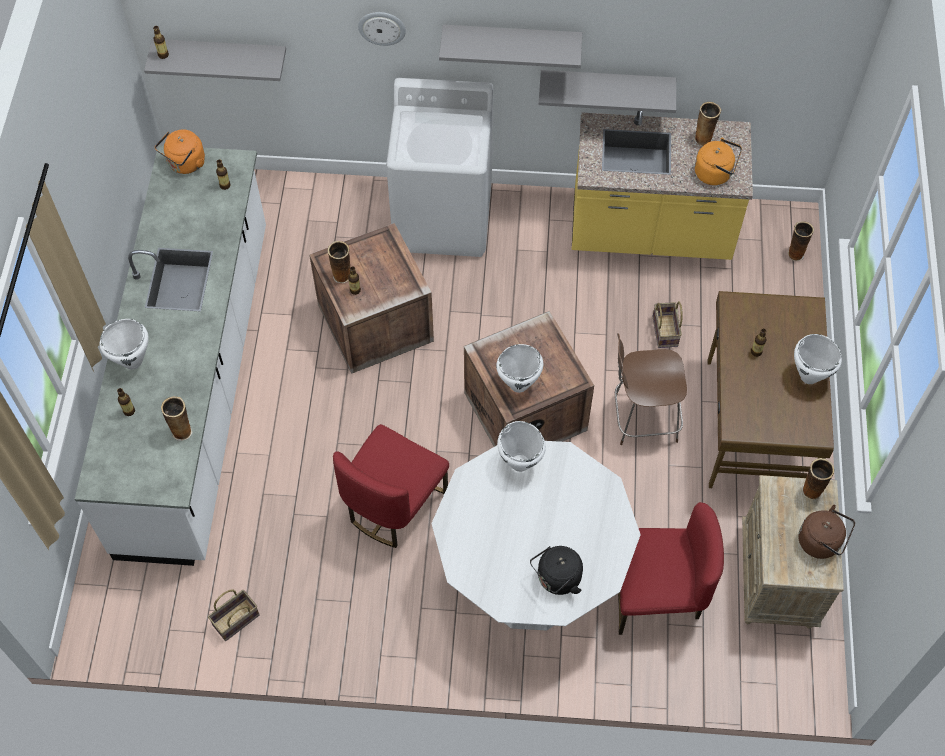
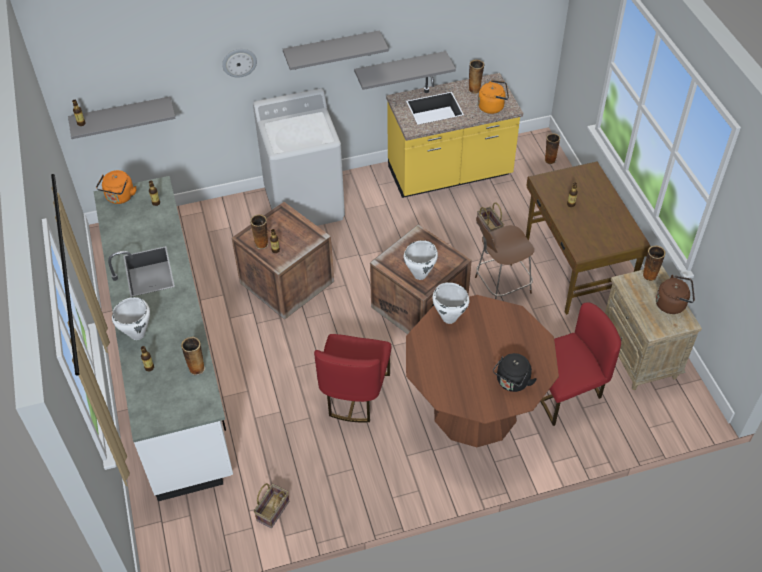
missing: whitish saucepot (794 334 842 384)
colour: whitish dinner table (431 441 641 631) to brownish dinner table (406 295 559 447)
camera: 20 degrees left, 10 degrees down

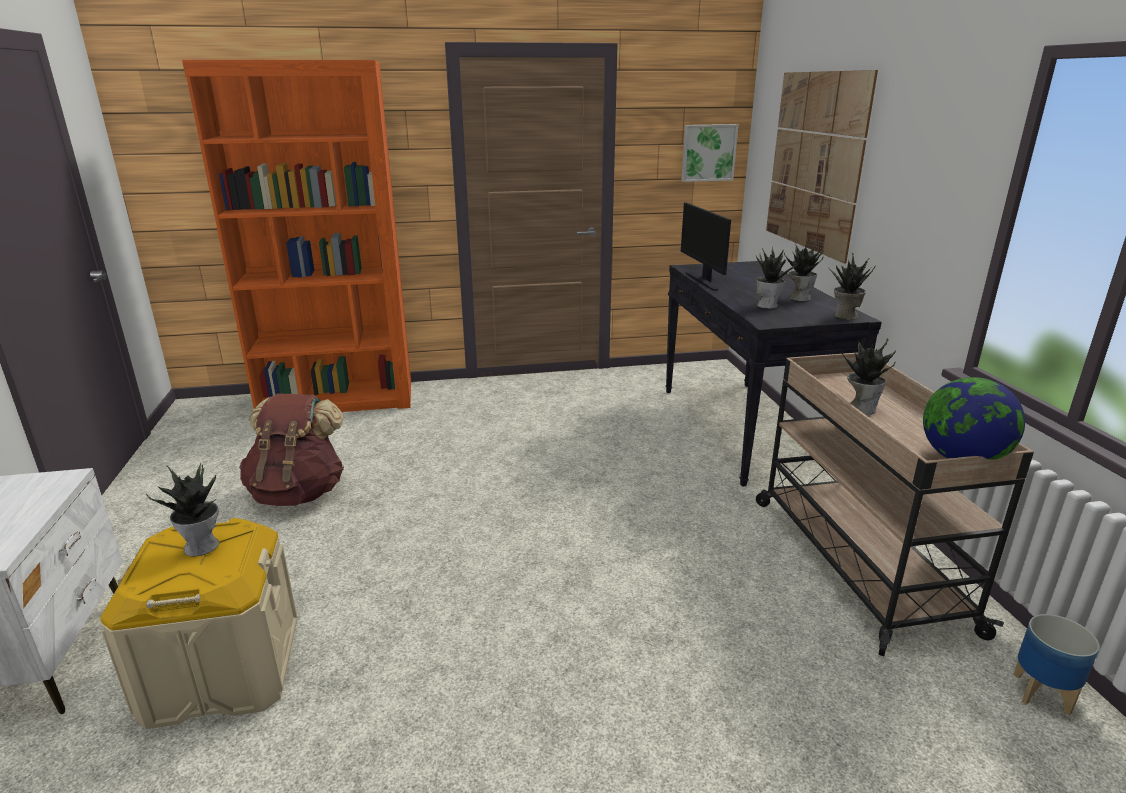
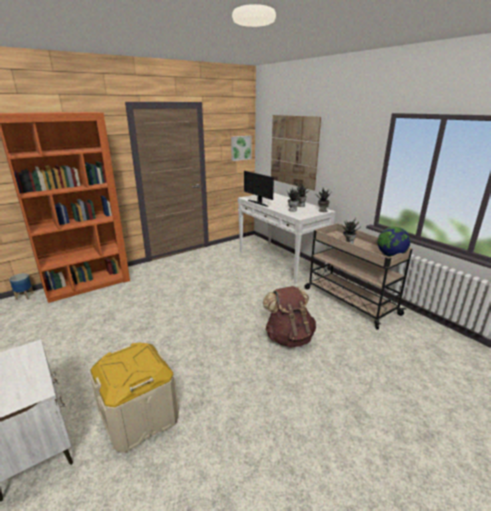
missing: plant in a pot (146 461 219 556)
relocated: planter (1013 614 1100 715) to (9 273 34 300); brownish knapsack (239 393 344 506) to (263 286 316 348)
colour: blackish console table (665 261 882 487) to whitish console table (238 193 336 284)
camera: 25 degrees left, 0 degrees up

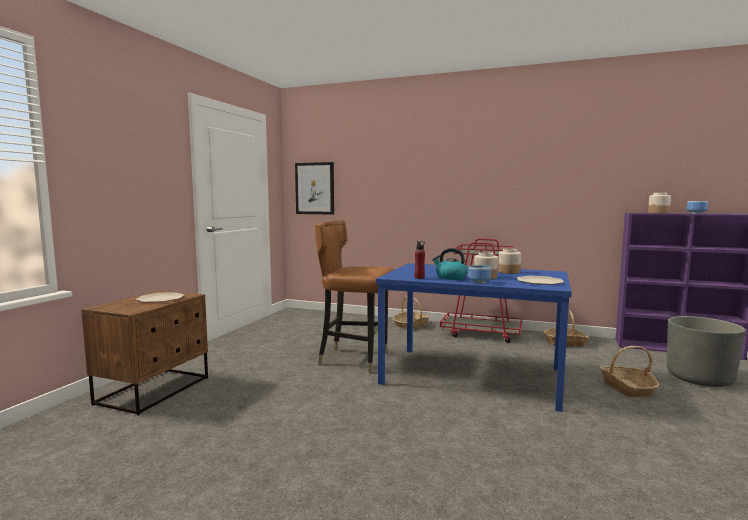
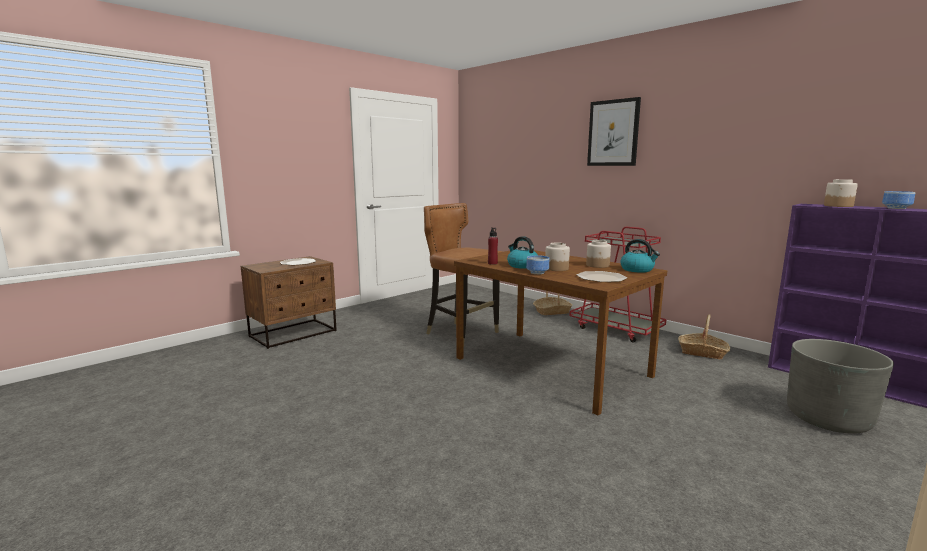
missing: basket (600 346 659 397)
appeared: tea kettle (620 239 660 273)
relocated: picture (295 162 334 215) to (587 97 641 166)
colour: bluish dinner table (376 263 572 412) to brownish dinner table (454 250 667 415)
camera: 25 degrees right, 5 degrees up

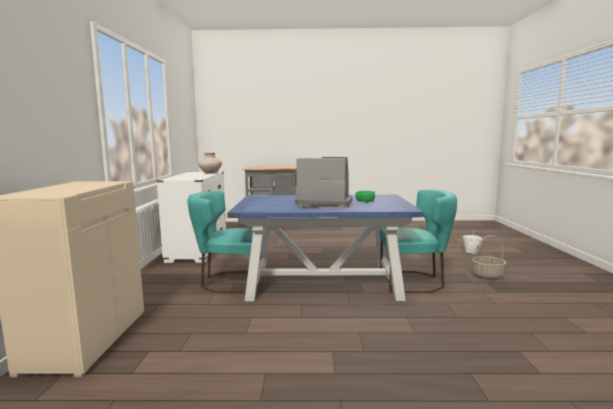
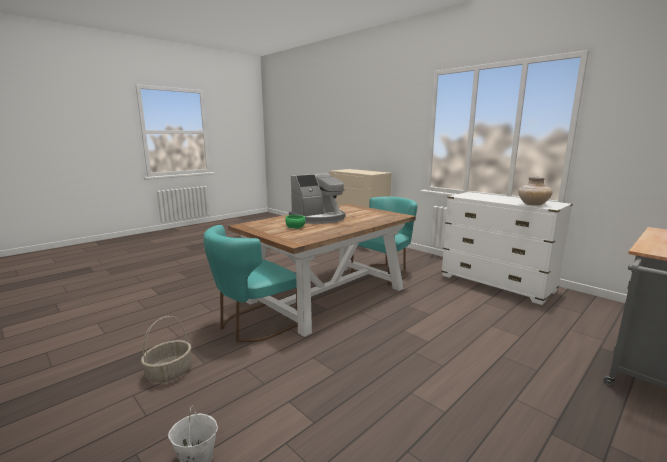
colour: bluish dinner table (227 194 424 301) to brownish dinner table (228 204 416 337)
camera: 135 degrees right, 5 degrees up

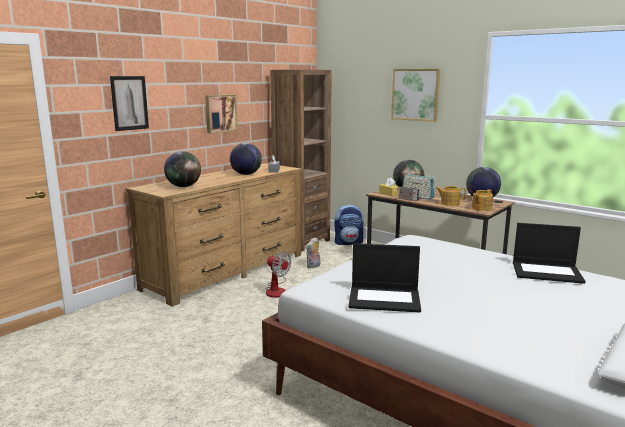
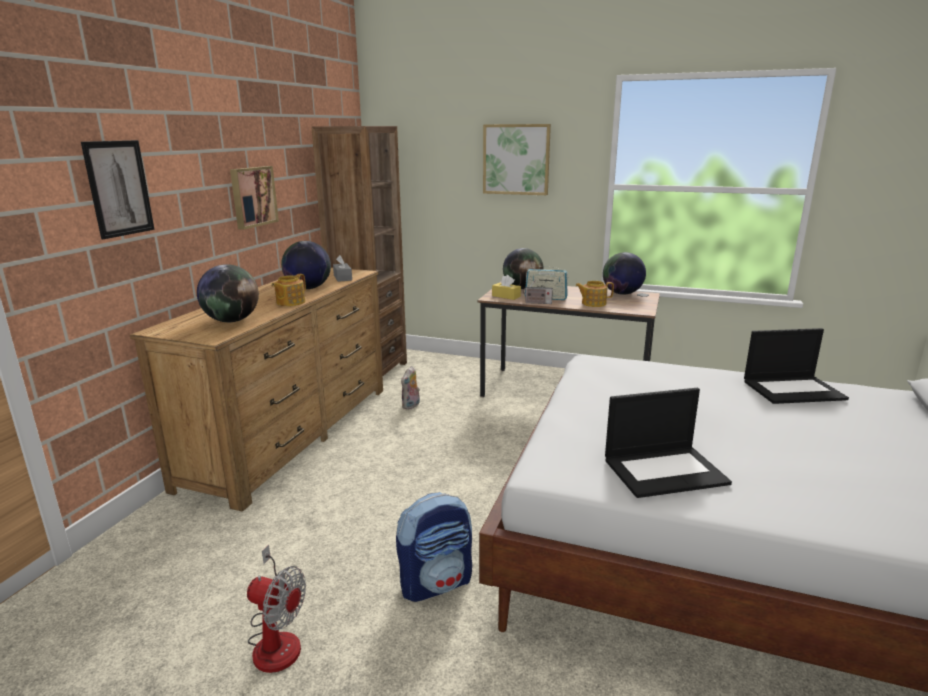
relocated: electric fan (265 252 291 298) to (247 545 306 673); teapot (472 189 493 211) to (271 274 306 306); knapsack (334 205 364 245) to (396 492 472 602)
camera: 20 degrees left, 5 degrees up

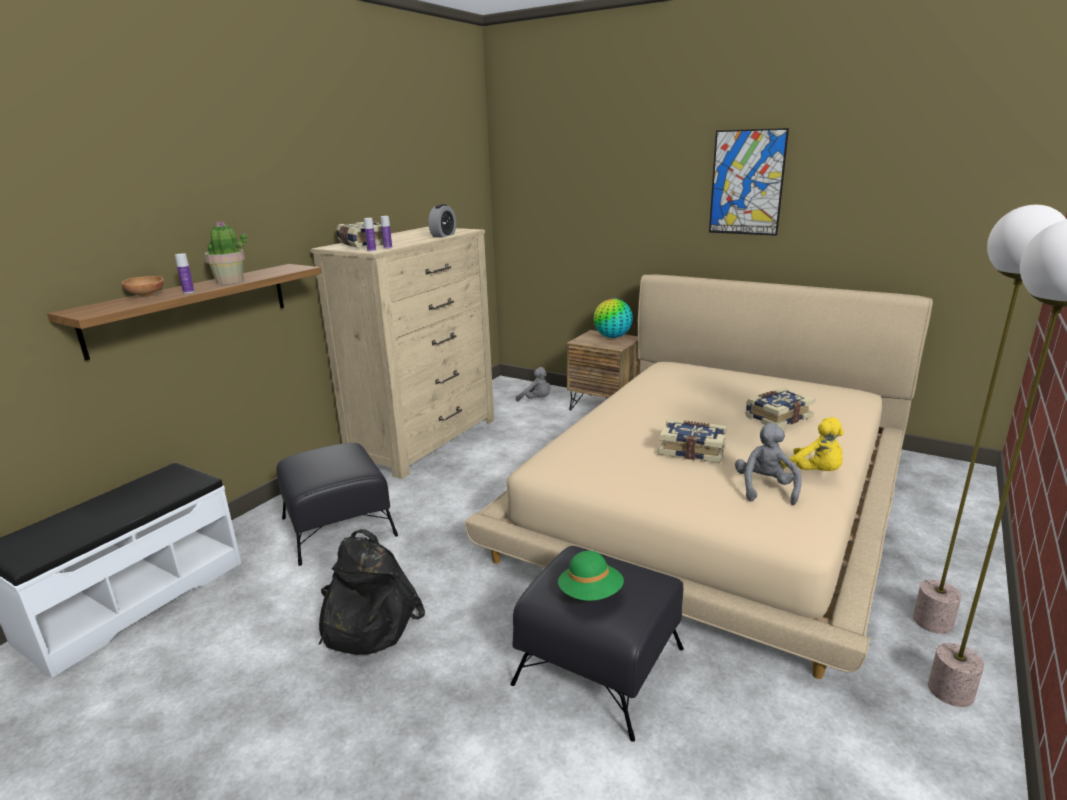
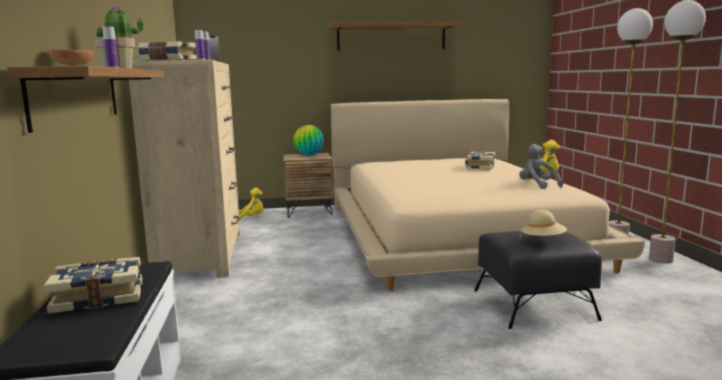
missing: blackish ottoman (276 443 398 566); blackish knapsack (319 529 425 655)
relocated: book (658 419 727 463) to (44 257 142 314)
exchanged: picture (709 128 789 236) to bracket shelf (328 22 462 51)
colour: gray plush toy (516 367 550 402) to yellow-coloured plush toy (239 188 264 221); green wearable hat (558 551 624 601) to sand-coloured wearable hat (520 210 567 237)
camera: 40 degrees left, 10 degrees down

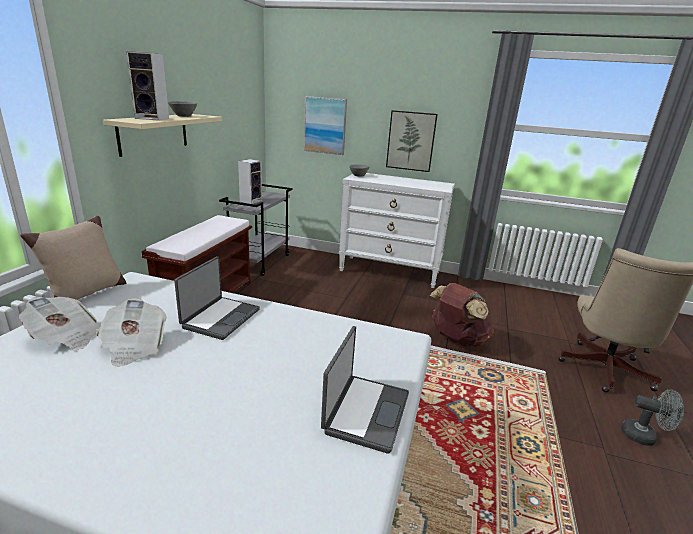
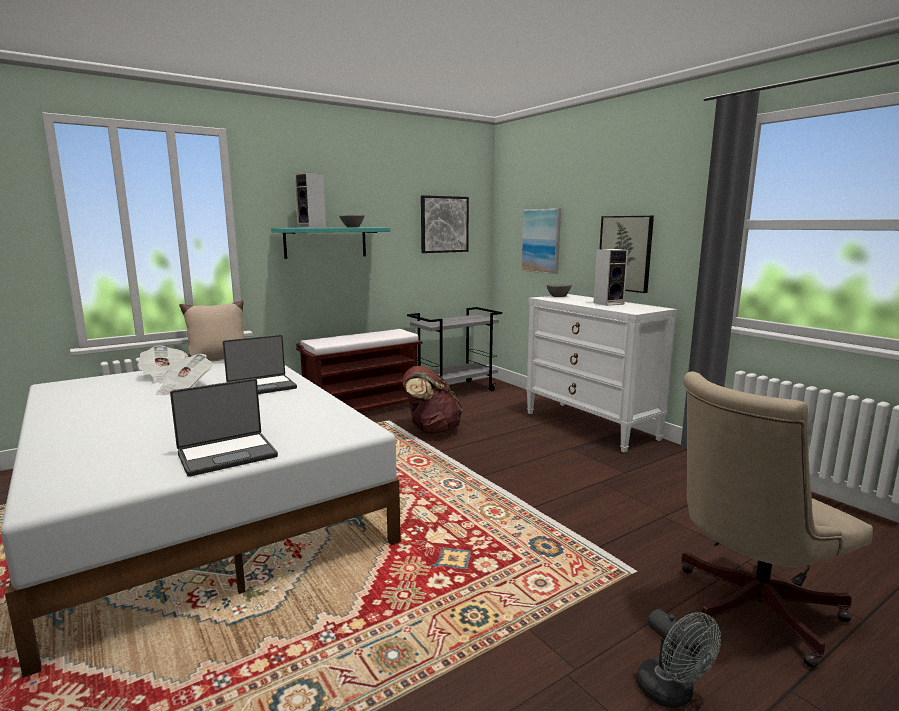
appeared: picture (421 195 469 253)
relocated: brownish knapsack (430 283 494 347) to (403 366 463 434); audio speaker (238 159 262 204) to (594 249 628 306)
colour: sand-coloured bracket shelf (103 114 222 157) to blue-green bracket shelf (271 228 390 259)
camera: 40 degrees right, 10 degrees down

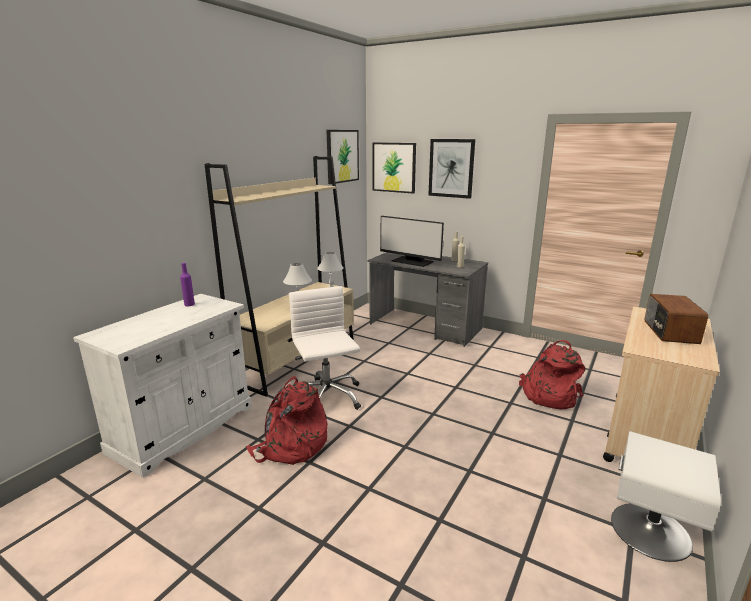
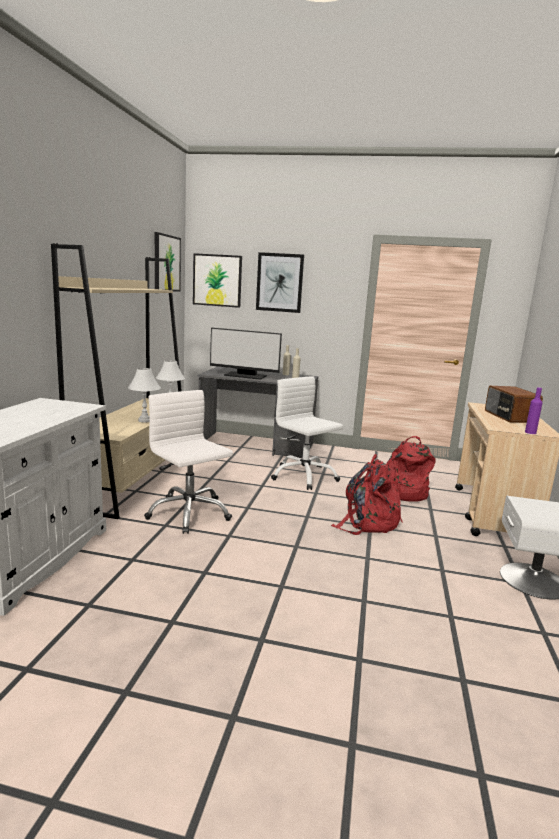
appeared: whitish office chair (271 376 343 490)
relocated: reddish knapsack (246 376 328 465) to (331 454 403 535); purple-coloured drink bottle (180 263 195 306) to (525 388 542 434)
camera: 20 degrees left, 5 degrees down

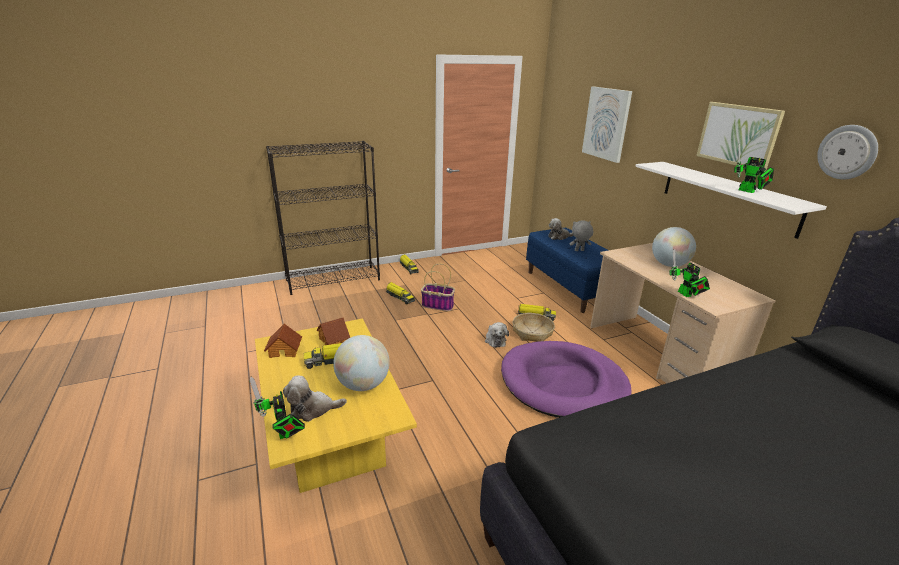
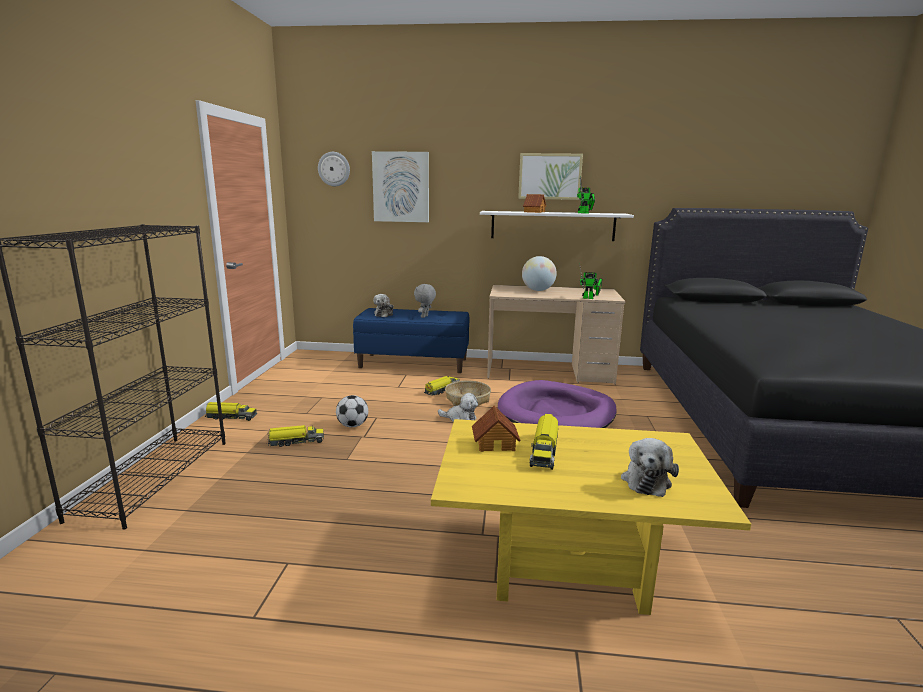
missing: model robot (249 377 305 439); world globe (333 335 390 391)
relocated: hanging clock (817 125 878 179) to (318 152 350 186); miniature house (264 323 302 358) to (523 194 546 213)
exchanged: basket (421 263 455 311) to football ball (336 395 368 427)
camera: 60 degrees left, 10 degrees down

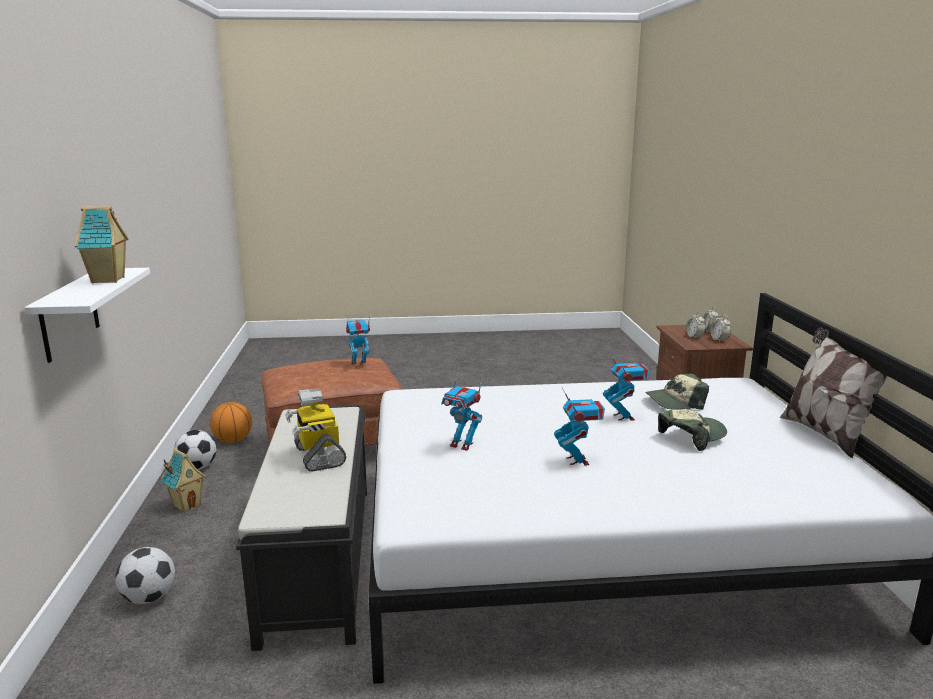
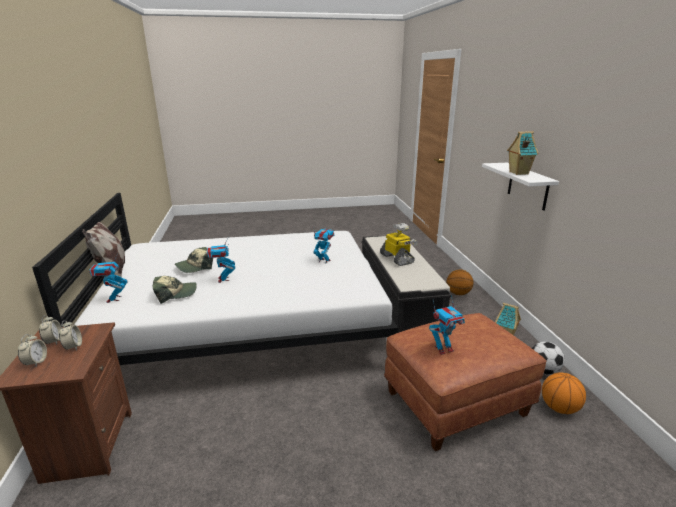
relocated: model robot (554 388 605 465) to (89 253 128 303)
exchanged: football ball (115 547 175 604) to ball for basketball (446 270 473 295)
camera: 175 degrees right, 5 degrees up

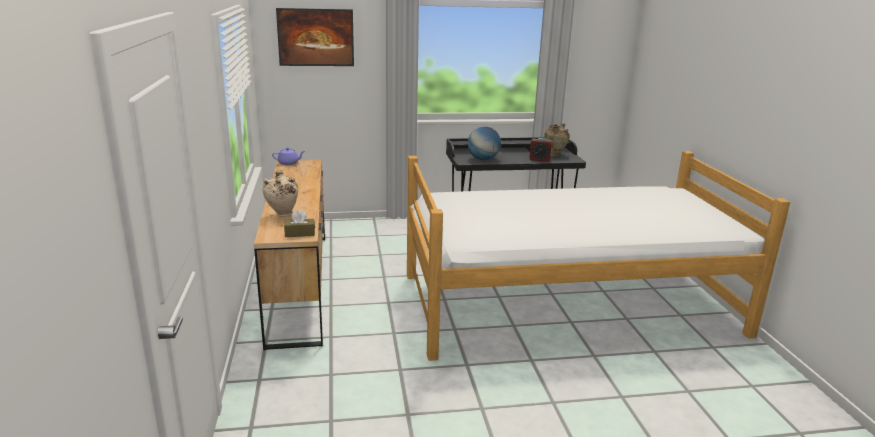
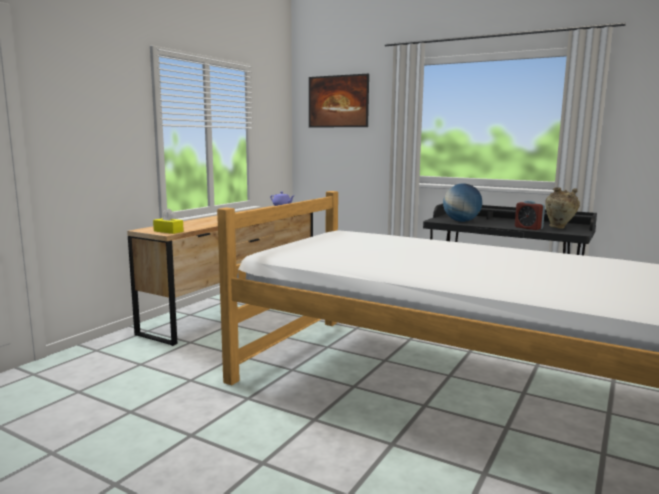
missing: sand-coloured flower vase (262 171 298 217)
colour: brownish box of tissues (284 210 315 237) to yellow-coloured box of tissues (153 209 184 234)
camera: 40 degrees right, 10 degrees down

